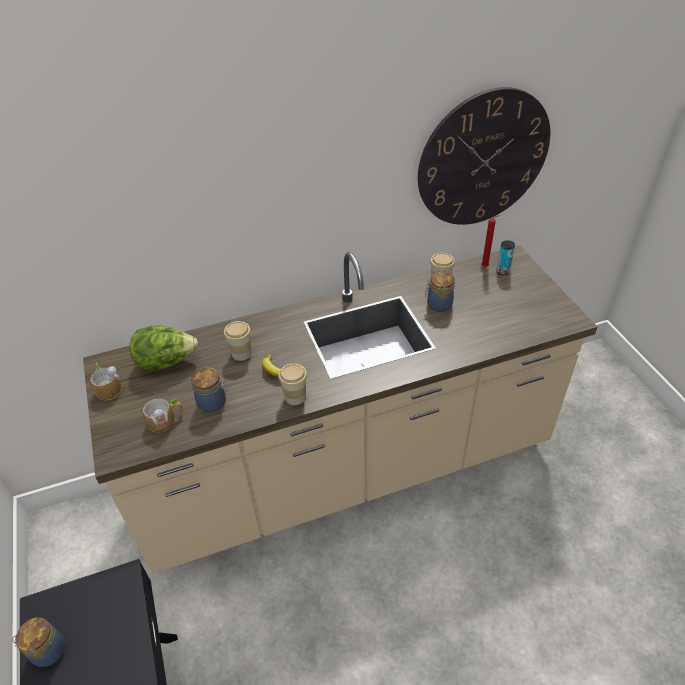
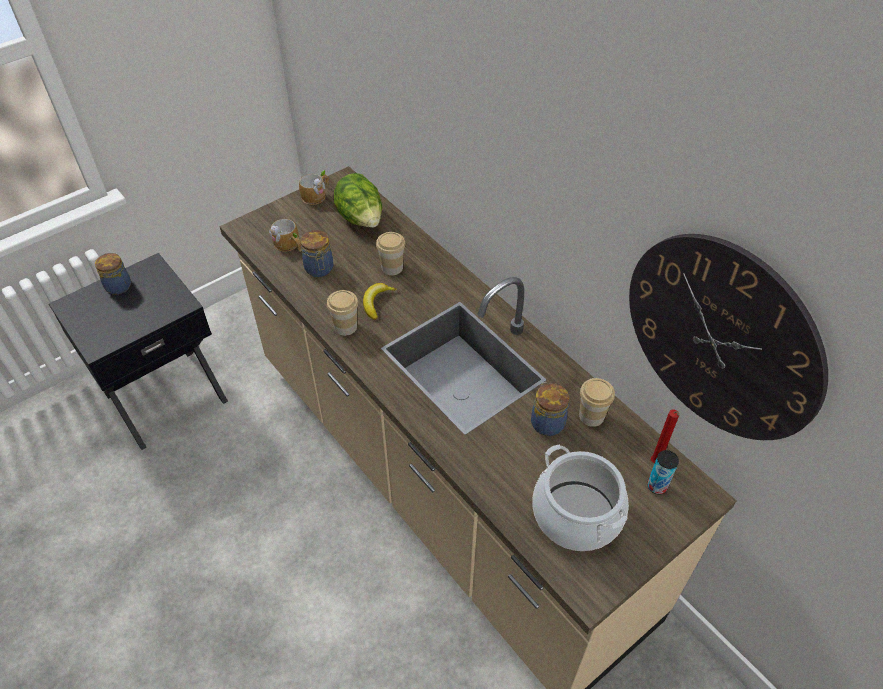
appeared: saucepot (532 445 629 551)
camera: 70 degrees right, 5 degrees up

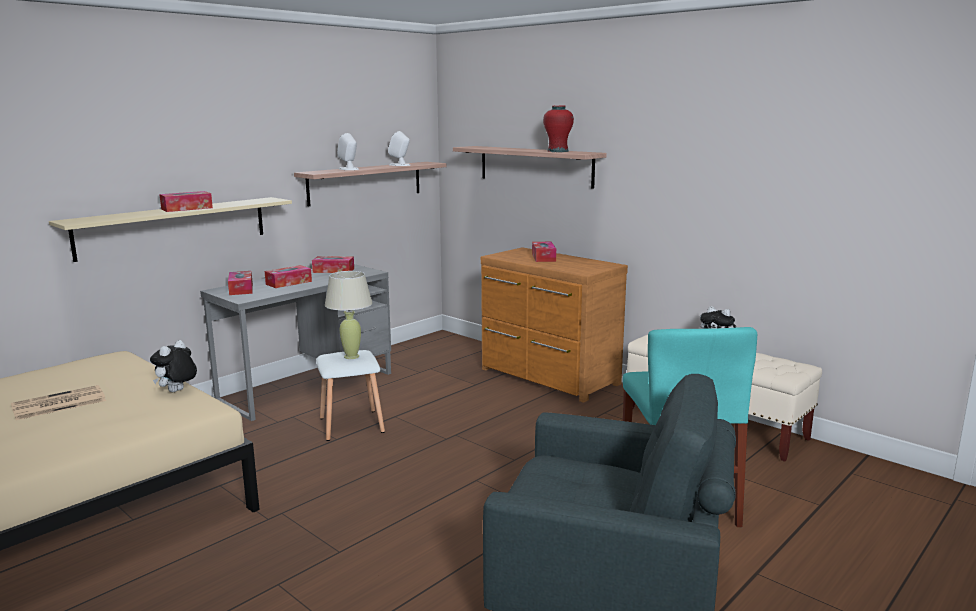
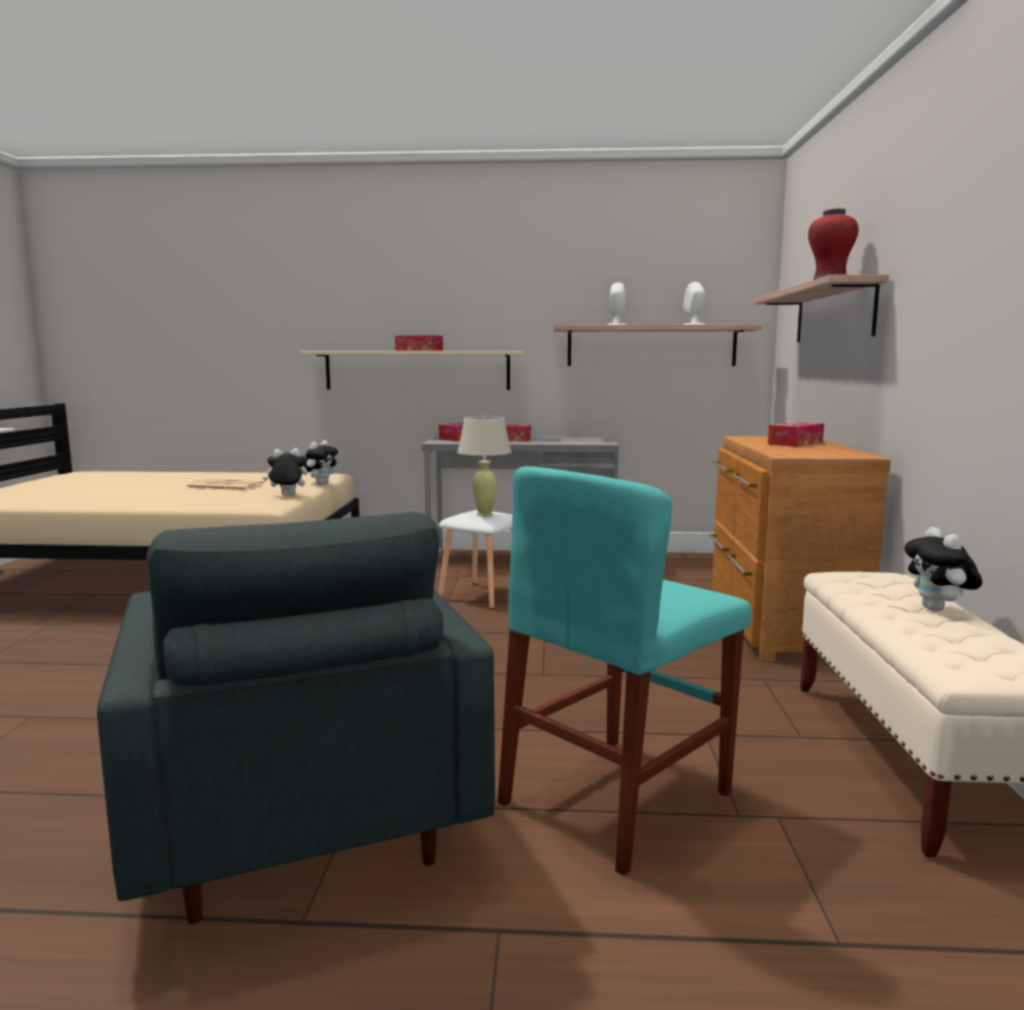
missing: box of tissues (312 256 354 273)
appeared: plush toy (304 440 338 485)
camera: 50 degrees right, 5 degrees down

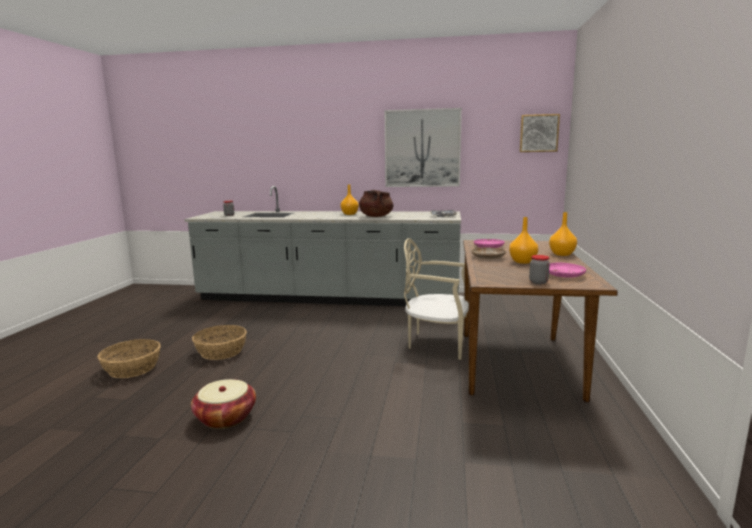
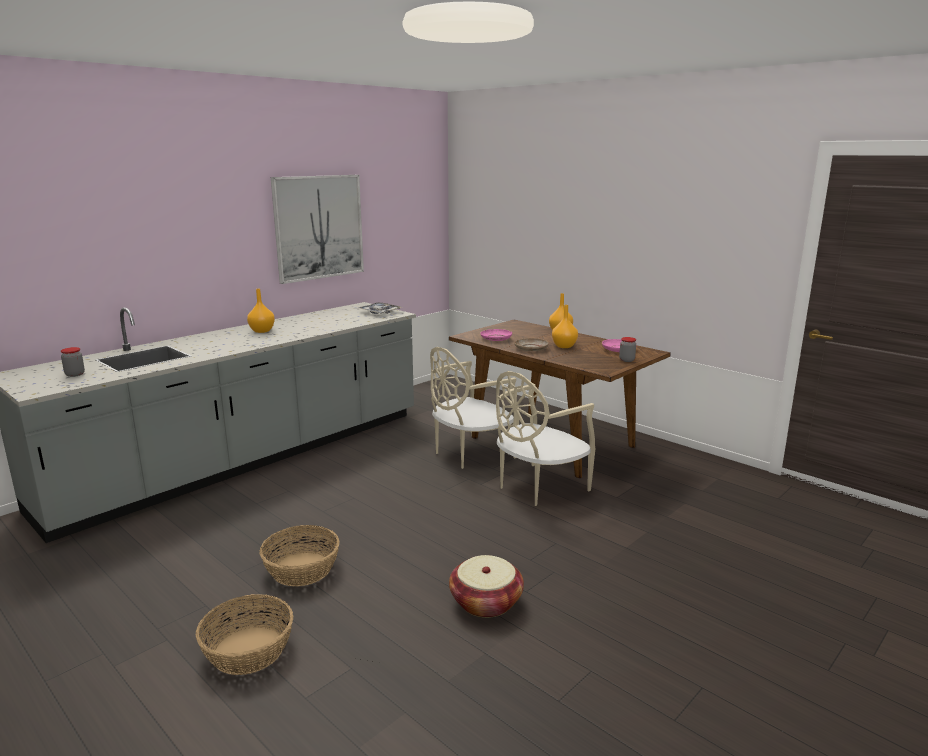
missing: brownish saucepot (359 190 394 217); picture (519 114 560 152)
appeared: sand-coloured chair (496 371 596 506)
camera: 55 degrees left, 5 degrees up

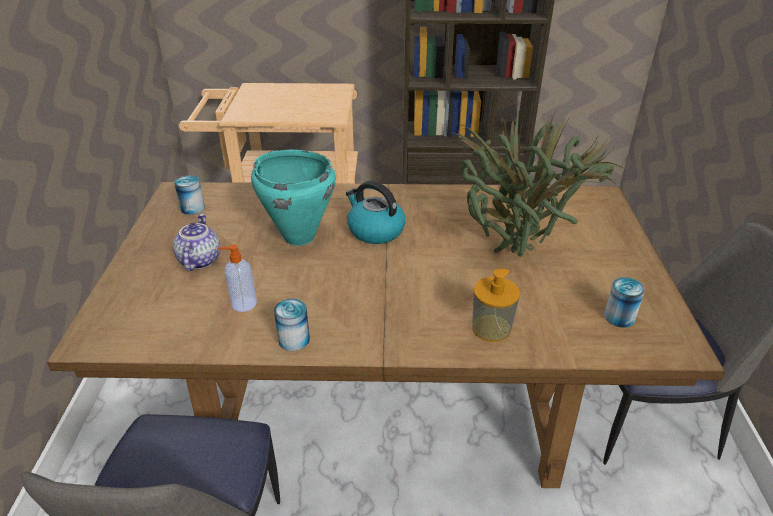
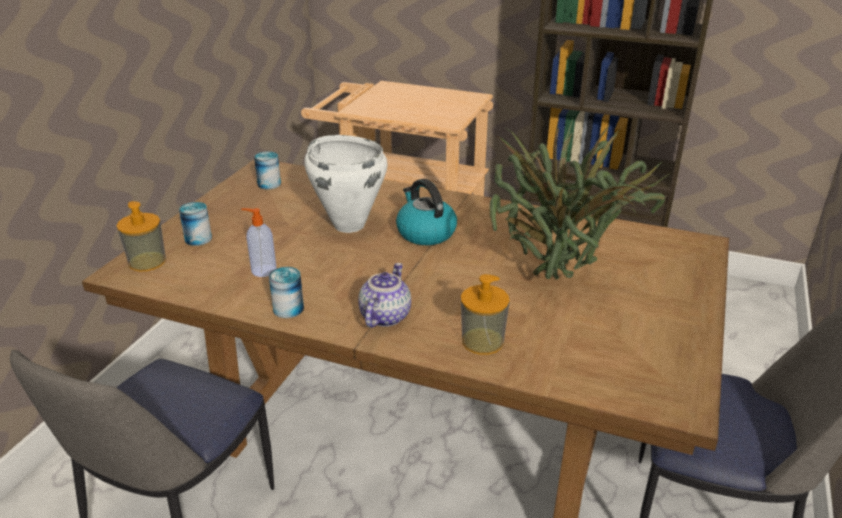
appeared: soap dispenser (116 201 166 271)
relocated: sealed can (604 277 645 328) to (179 202 212 246); teapot (173 213 220 271) to (358 263 411 328)
colour: blue-green saucepot (251 150 336 246) to whitish saucepot (304 135 388 233)
camera: 20 degrees right, 5 degrees down

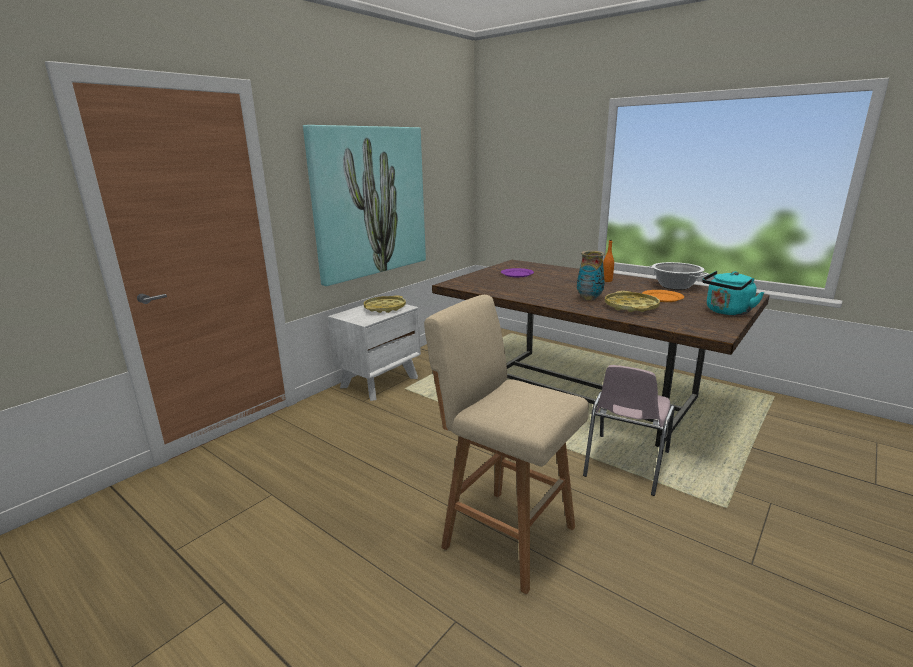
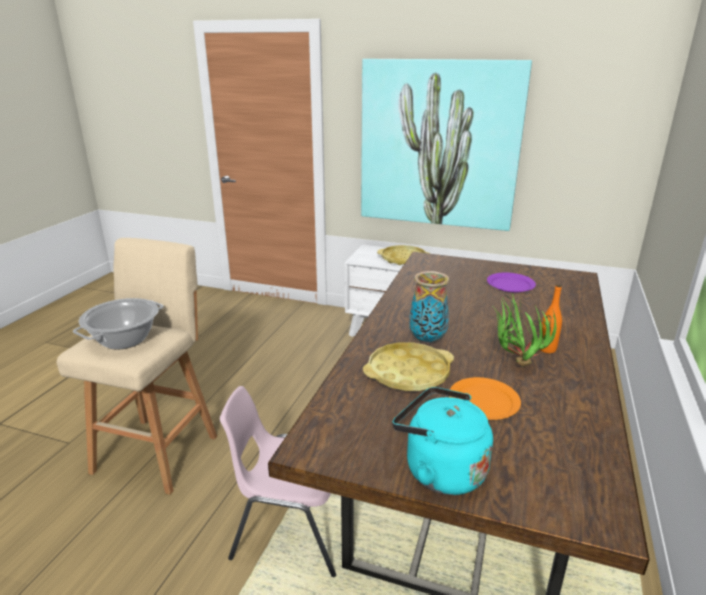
appeared: plant in a pot (494 293 556 366)
relocated: saucepot (648 262 709 290) to (73 298 164 350)
camera: 70 degrees right, 5 degrees up

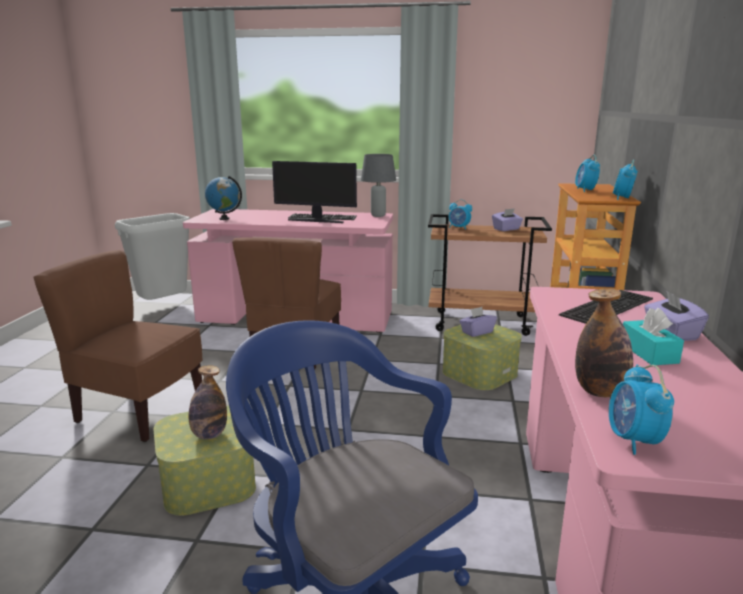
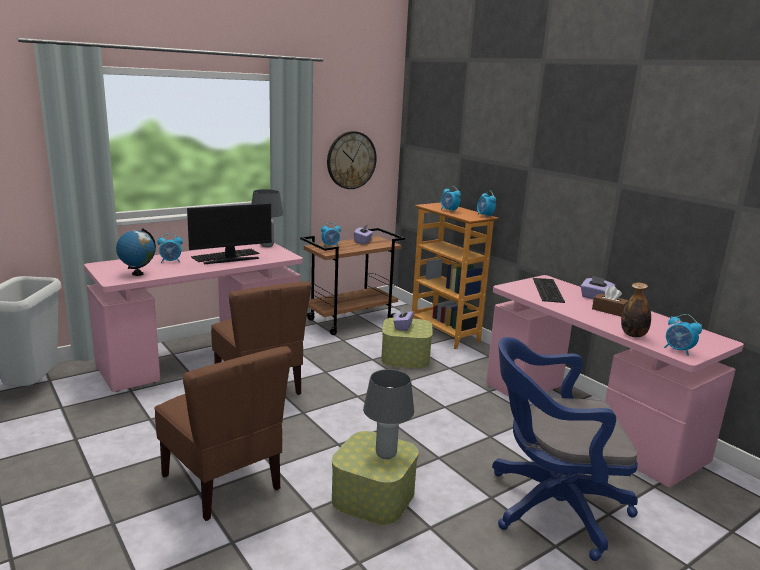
appeared: alarm clock (157 233 183 263); hanging clock (327 131 377 189)
exchanged: drink bottle (188 365 227 439) to gray table lamp (363 369 414 459)
colour: blue-green box of tissues (623 308 684 365) to brownish box of tissues (592 286 628 317)
spun: brownish chair (33 250 202 442) = (154 346 292 521) 105 degrees counterclockwise
camera: 45 degrees left, 0 degrees up

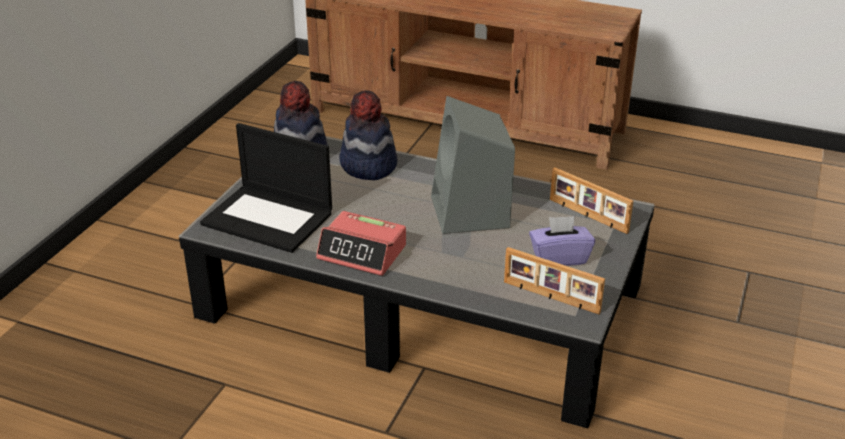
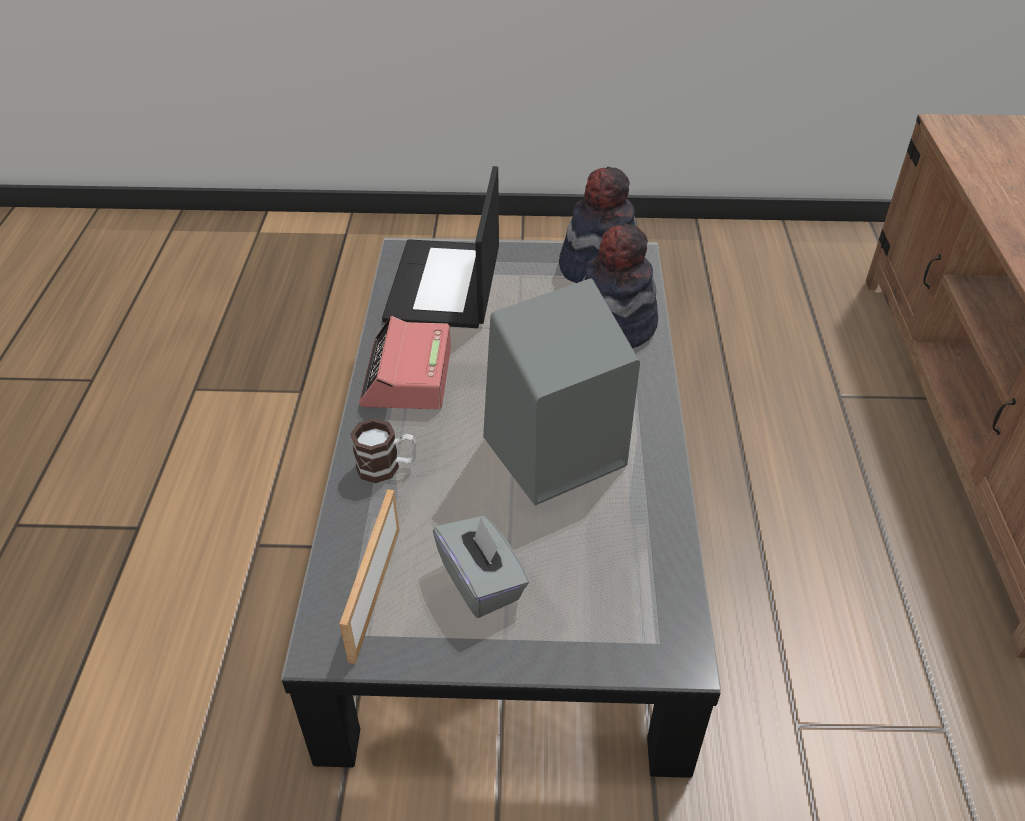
missing: picture frame (550 167 633 234)
appeared: mug (350 418 416 483)
colour: purple-coloured box of tissues (529 216 595 266) to gray box of tissues (433 516 529 618)
camera: 70 degrees right, 10 degrees up

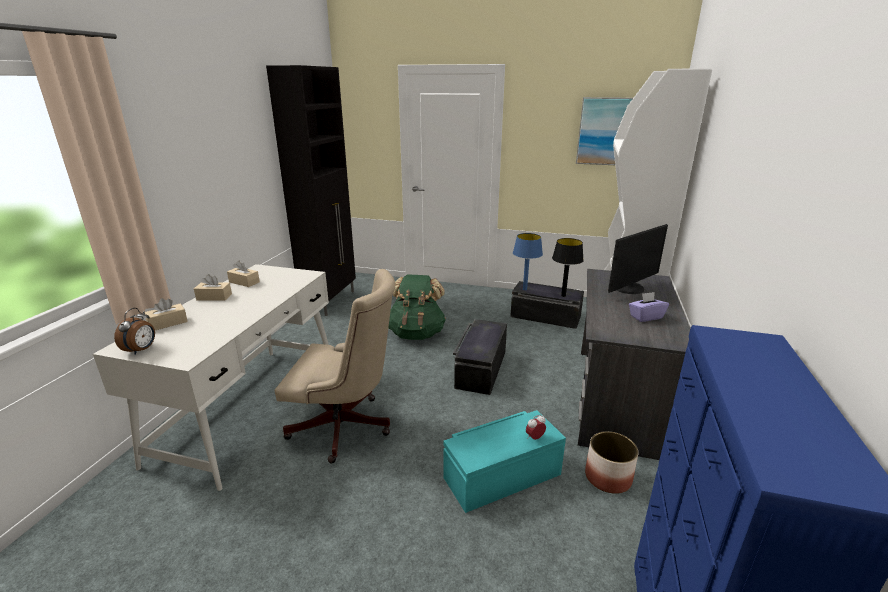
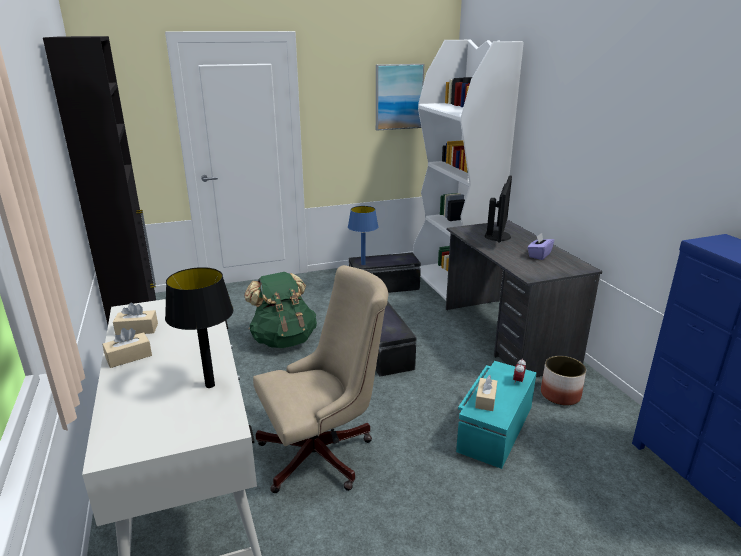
missing: alarm clock (114 308 155 355)
relocated: blackish table lamp (552 238 584 297) to (165 267 234 388); sand-coloured box of tissues (145 298 188 330) to (475 375 497 411)
camera: 35 degrees left, 0 degrees up

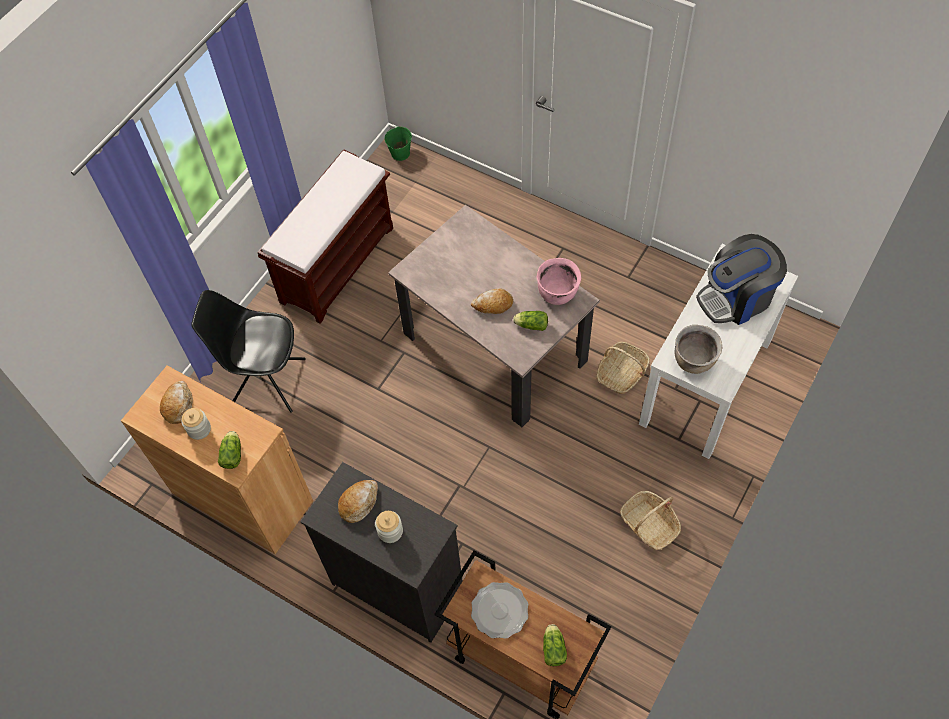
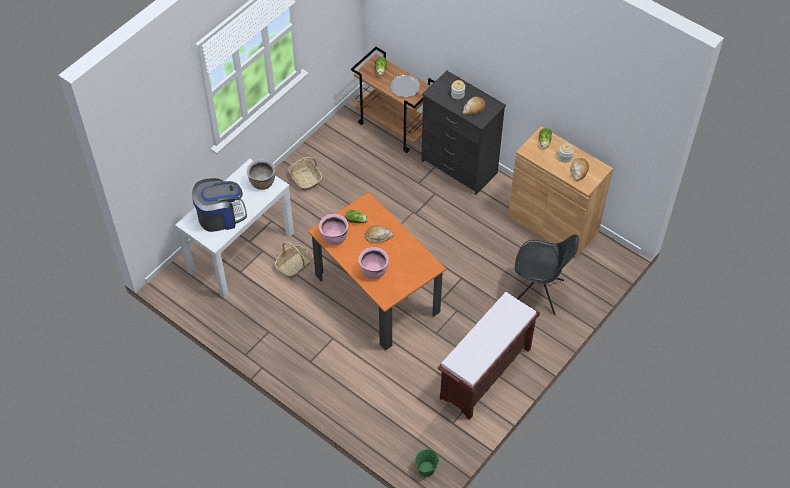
appeared: pink saucepot (358 247 389 279)
colour: sand-coloured dinner table (388 205 600 427) to orange dinner table (308 192 446 351)
camera: 175 degrees left, 5 degrees down

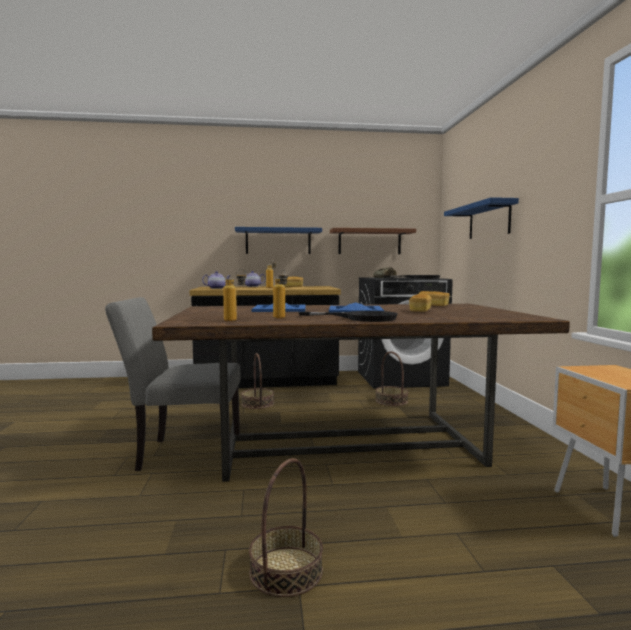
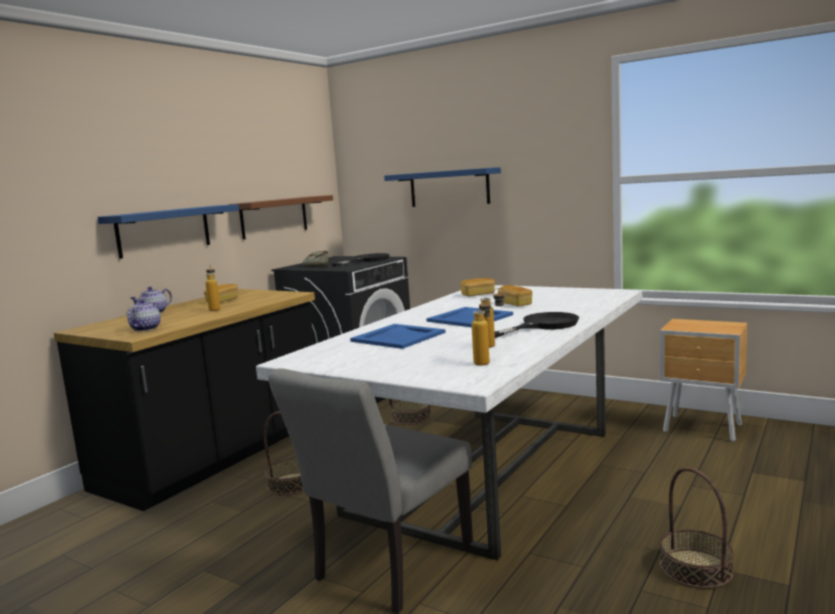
colour: brownish dinner table (152 304 570 482) to whitish dinner table (256 285 642 560)
camera: 50 degrees left, 5 degrees up

